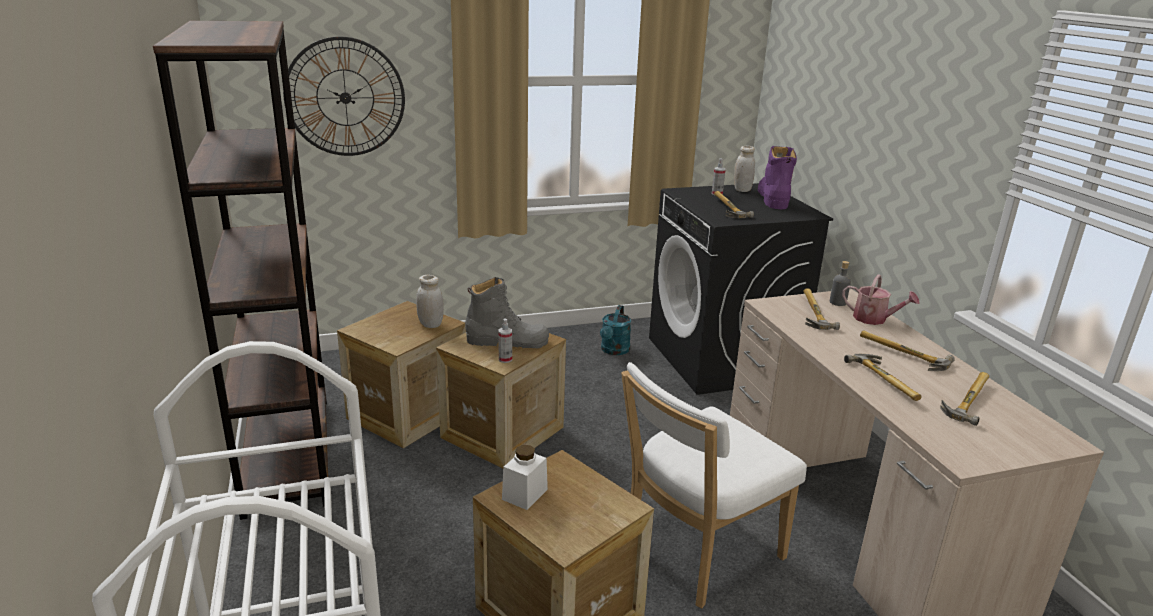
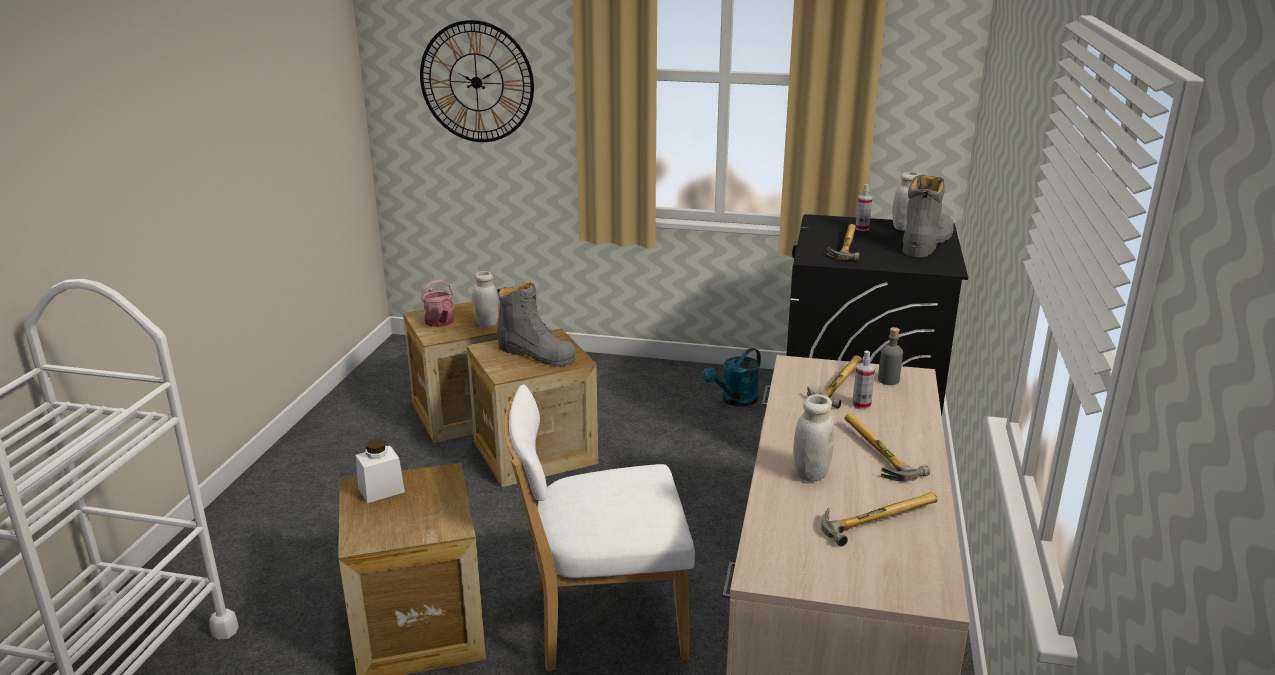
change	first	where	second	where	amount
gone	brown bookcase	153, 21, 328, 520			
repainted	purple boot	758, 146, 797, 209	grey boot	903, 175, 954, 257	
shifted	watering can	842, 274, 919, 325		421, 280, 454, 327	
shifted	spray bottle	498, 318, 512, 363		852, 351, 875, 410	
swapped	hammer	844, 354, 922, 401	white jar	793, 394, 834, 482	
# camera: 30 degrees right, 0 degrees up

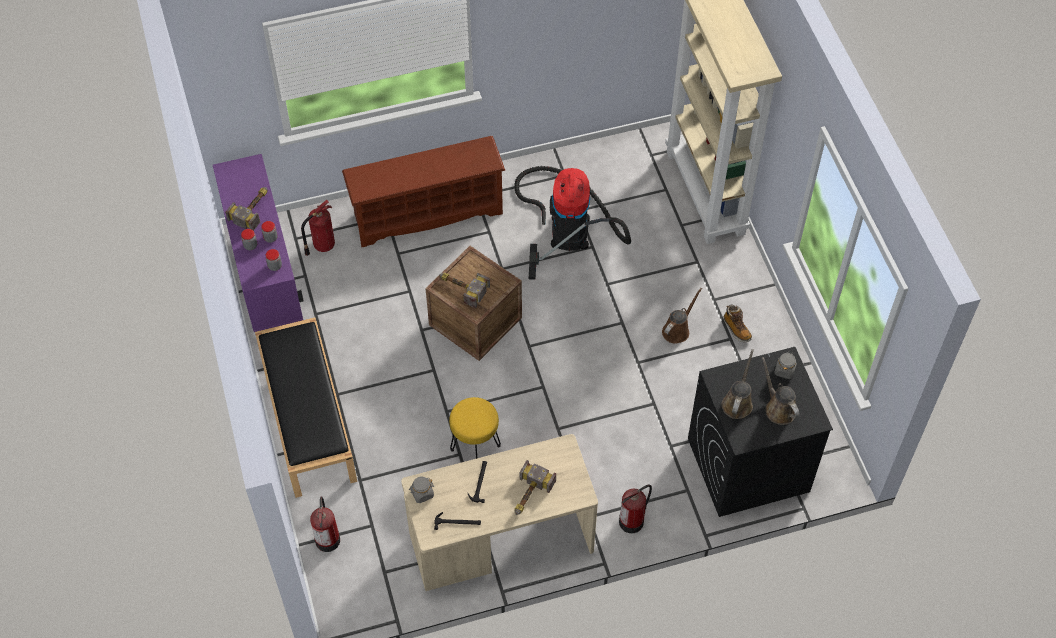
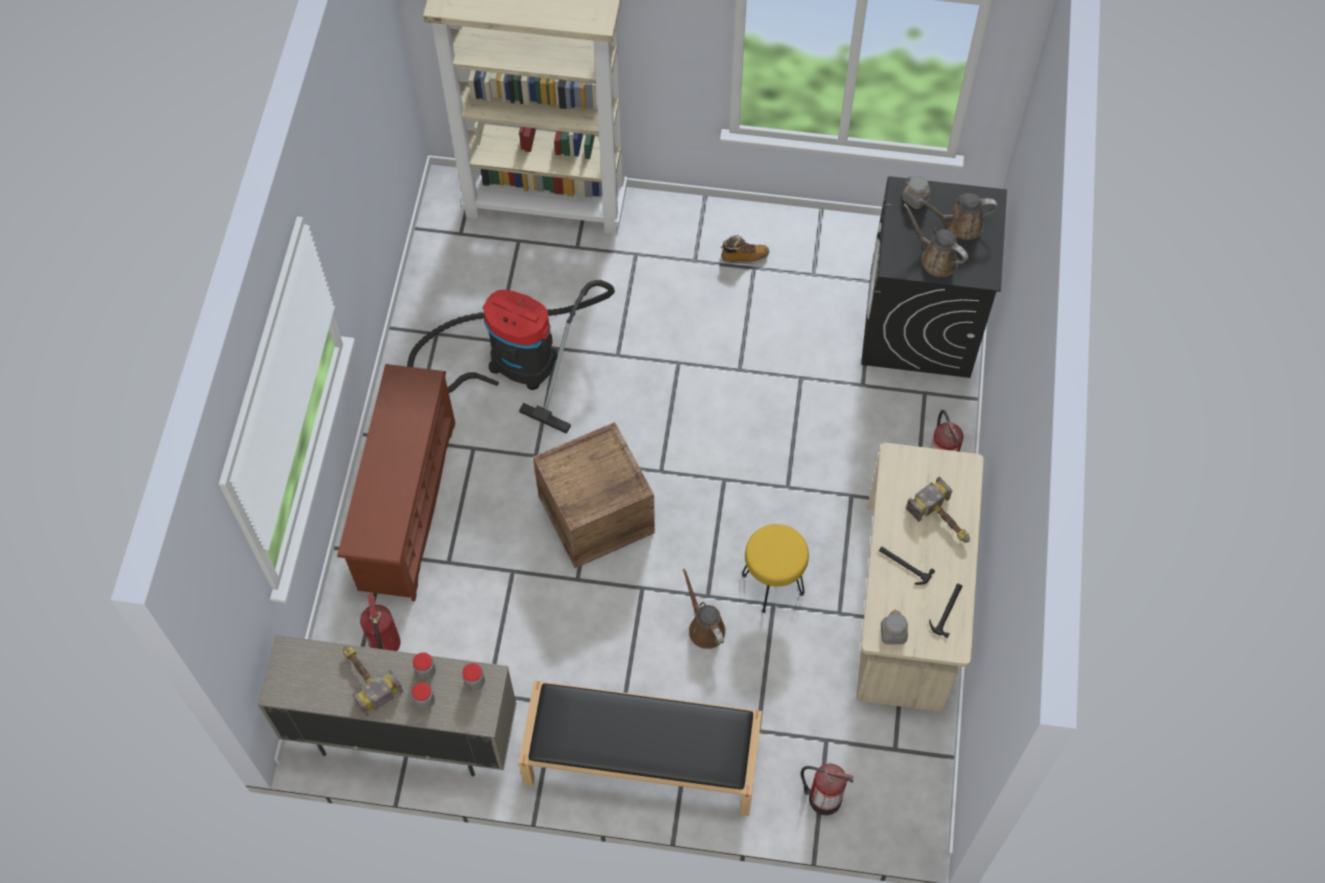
change	first	where	second	where	amount
repainted	purple cabinet	213, 154, 304, 332	beige cabinet	258, 635, 517, 777	
gone	hammer	439, 272, 490, 308			
shifted	brown watering can	662, 288, 702, 344		682, 568, 726, 649	
# camera: 65 degrees left, 5 degrees up

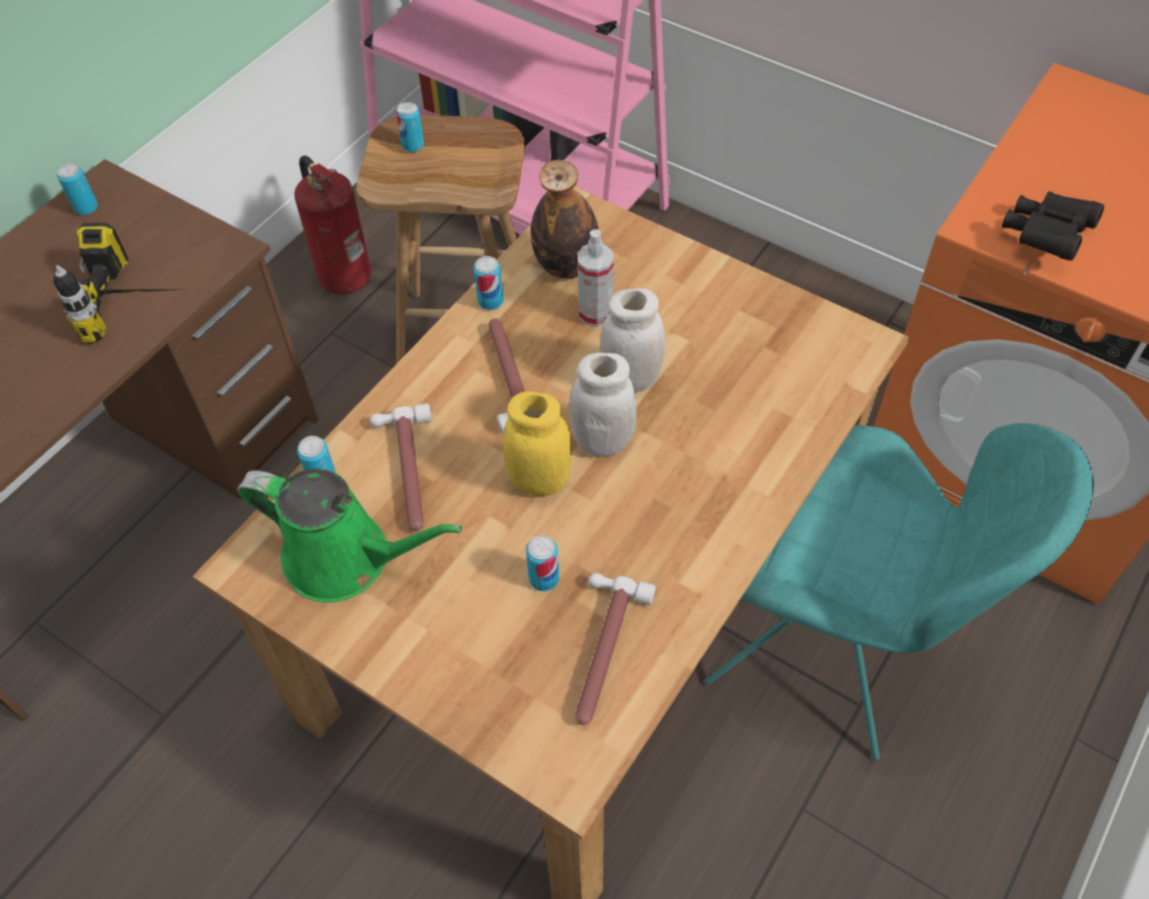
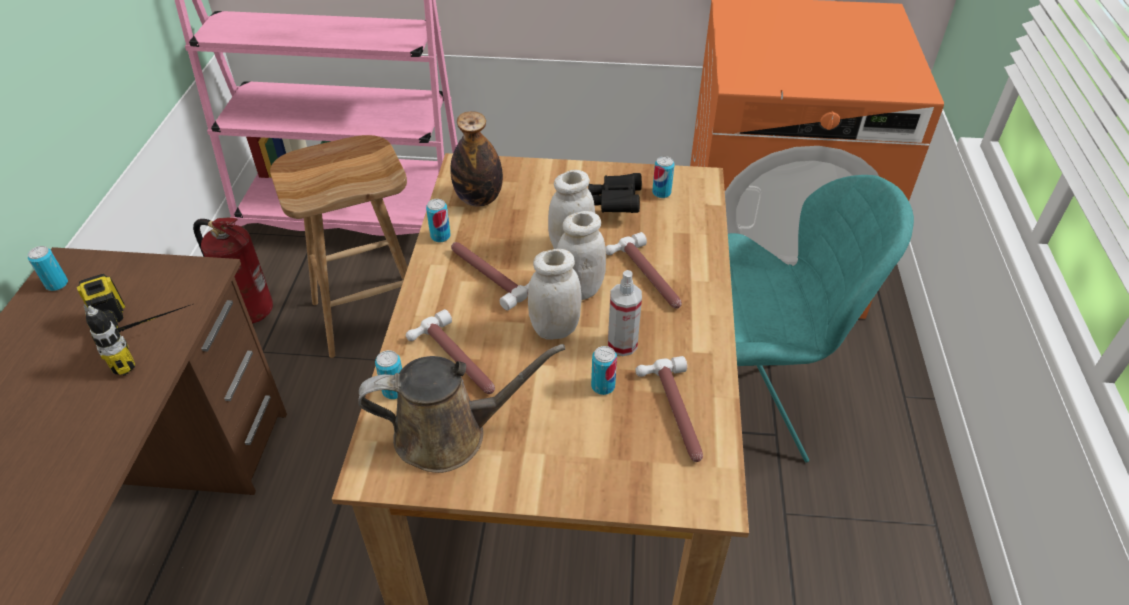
change	first	where	second	where	amount
shifted	can	396, 102, 424, 152		652, 156, 675, 198	
shifted	black binoculars	1002, 191, 1104, 261		588, 173, 642, 213	
shifted	spray bottle	577, 229, 614, 327		608, 270, 642, 356	
repainted	yellow jar	503, 391, 571, 496	white jar	528, 249, 582, 340	
repainted	green watering can	237, 468, 462, 603	brown watering can	358, 344, 565, 473	
new			hammer	606, 232, 682, 309	
# camera: 30 degrees left, 10 degrees down

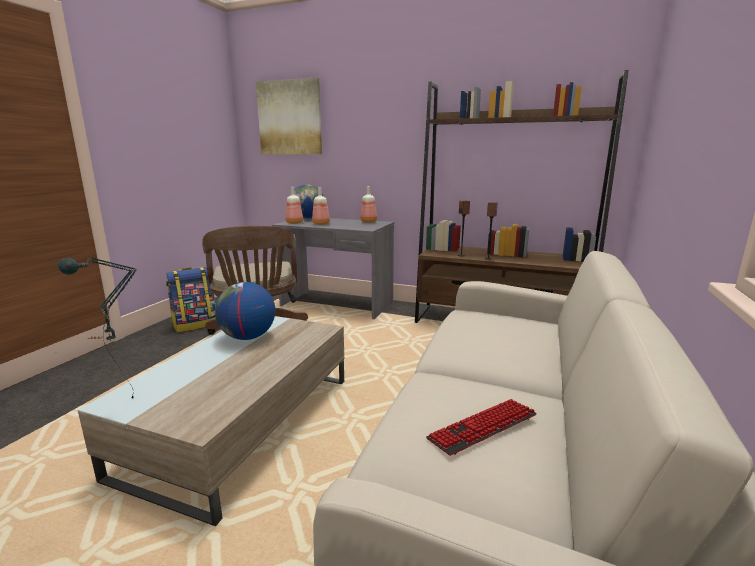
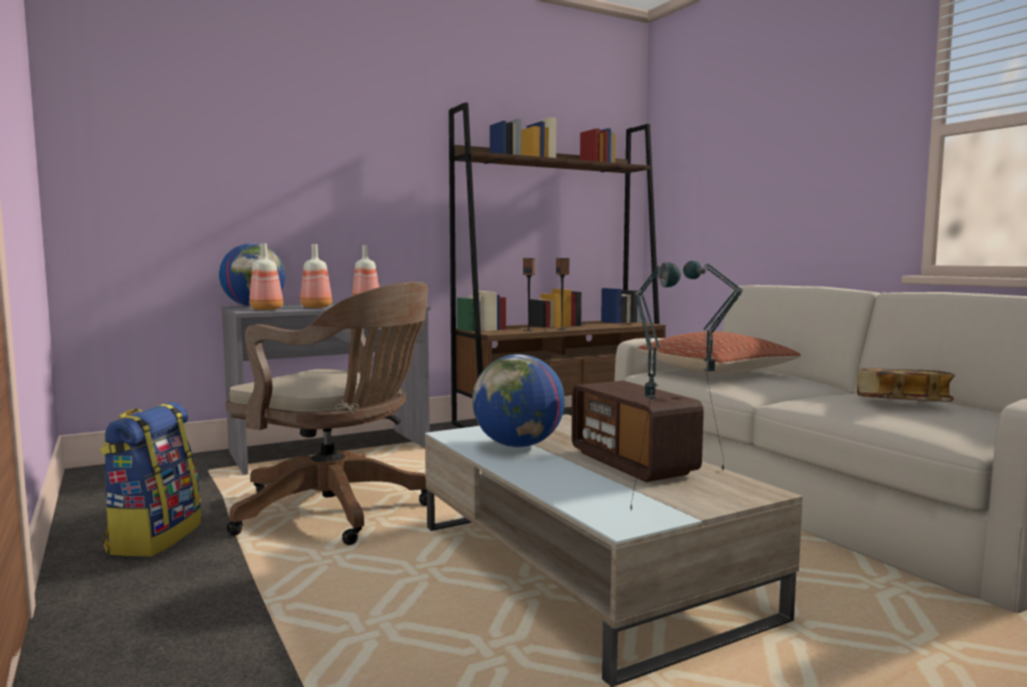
change	first	where	second	where	amount
gone	picture	256, 78, 322, 154			
swapped	keyboard	426, 399, 537, 456	book	857, 368, 955, 402	
new			table lamp	683, 261, 744, 471	
new			pillow	638, 331, 801, 374	
new			radio	571, 381, 704, 482	
# camera: 50 degrees left, 10 degrees down

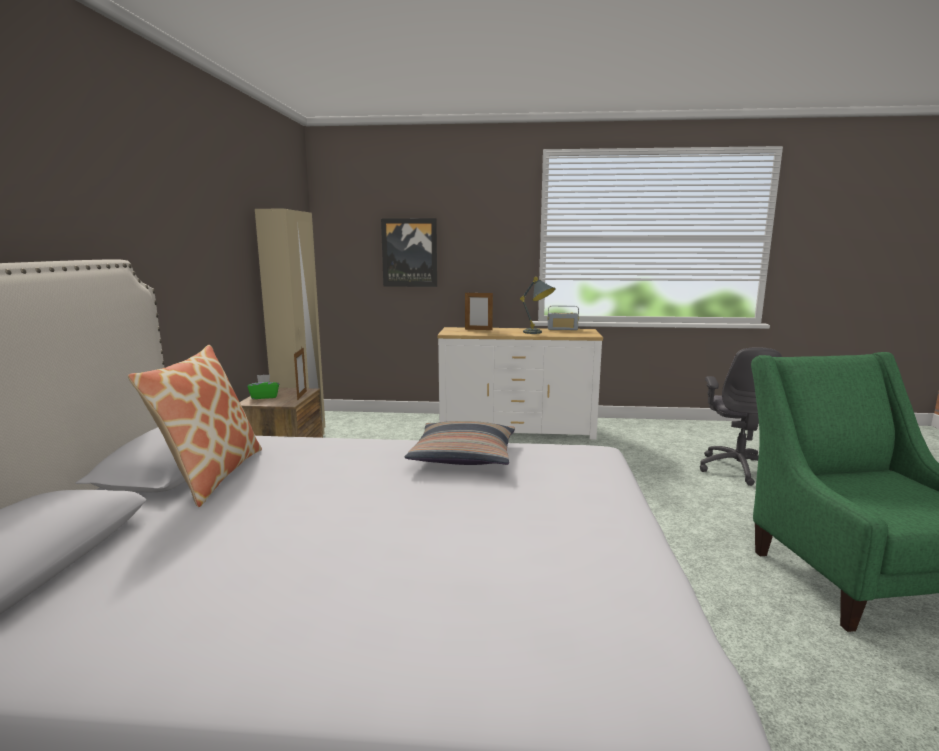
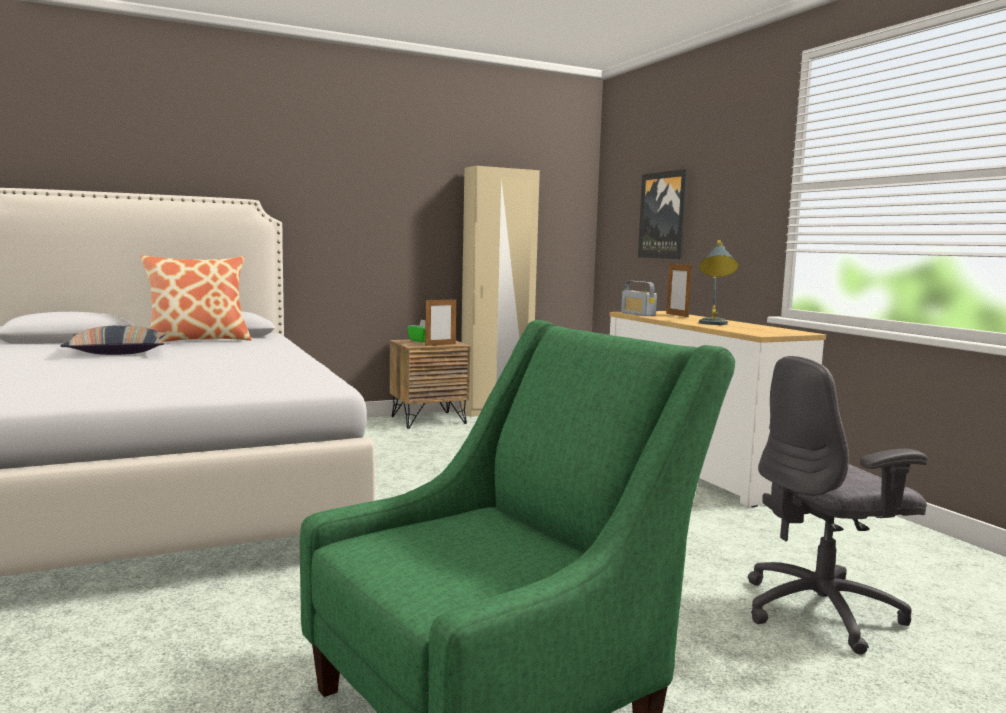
change	first	where	second	where	amount
shifted	radio	547, 306, 579, 330		621, 281, 657, 316	
shifted	pillow	404, 421, 515, 465		60, 325, 166, 355	
# camera: 60 degrees right, 5 degrees down

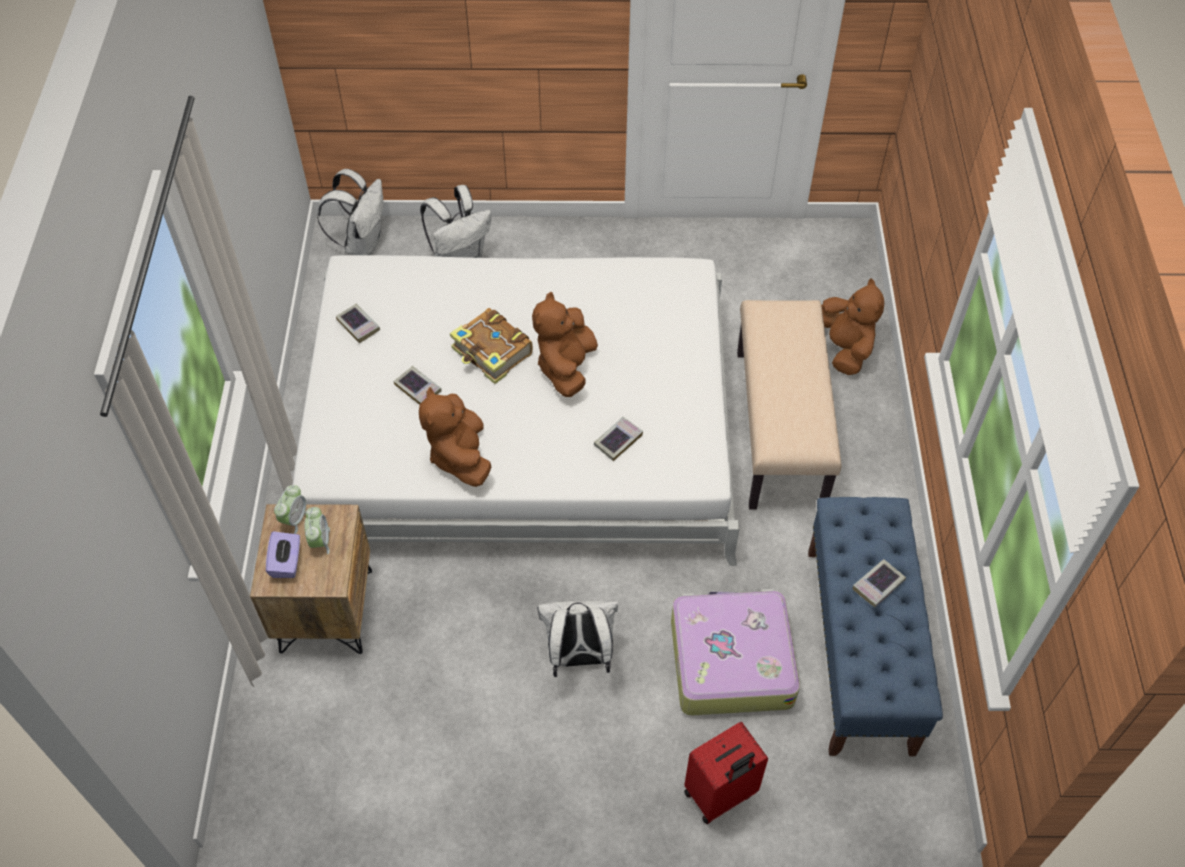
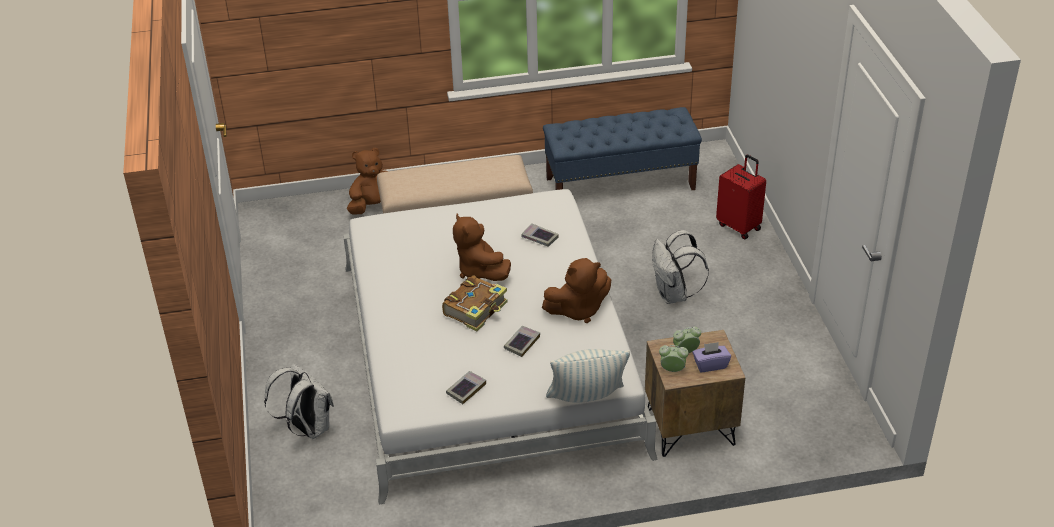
change	first	where	second	where	amount
gone	white backpack	317, 169, 384, 255			
rotated	brown plush toy	532, 292, 598, 397		453, 214, 511, 281	60 degrees clockwise
gone	book	853, 559, 906, 607			
gone	suitcase	671, 589, 800, 715			
new			pillow	546, 349, 630, 403	
# camera: 100 degrees left, 15 degrees down

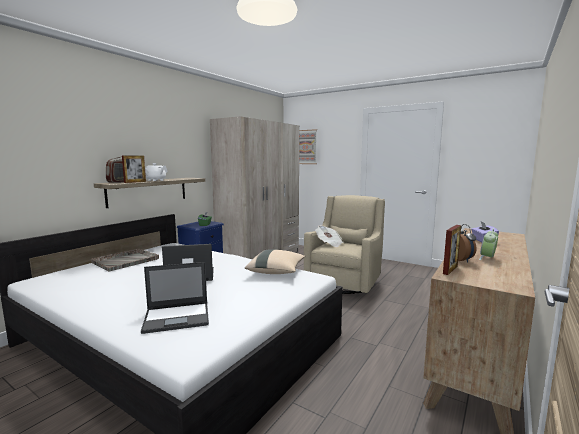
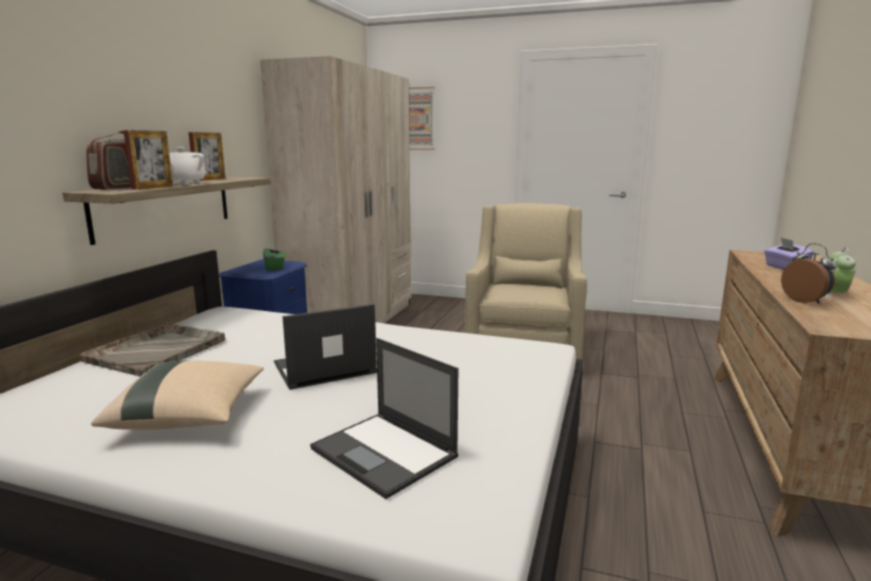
change	first	where	second	where	amount
gone	newspaper	315, 225, 344, 247			
shifted	picture frame	443, 225, 461, 275		188, 132, 226, 181	
shifted	beige pillow	245, 249, 305, 274		91, 361, 264, 430	
rotated	laptop	141, 262, 209, 334		310, 338, 458, 499	75 degrees clockwise
# camera: 15 degrees left, 5 degrees up

